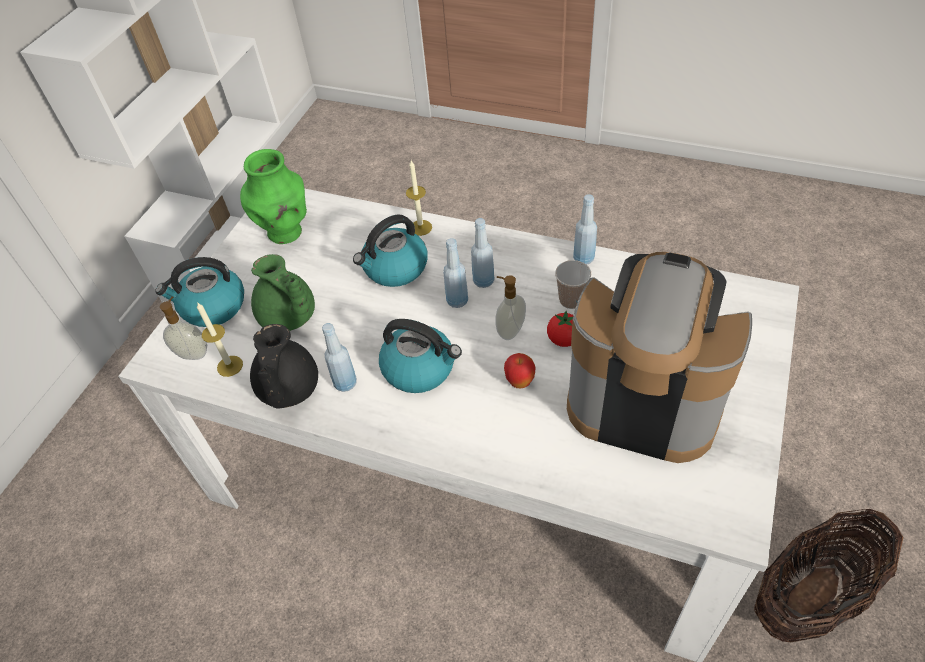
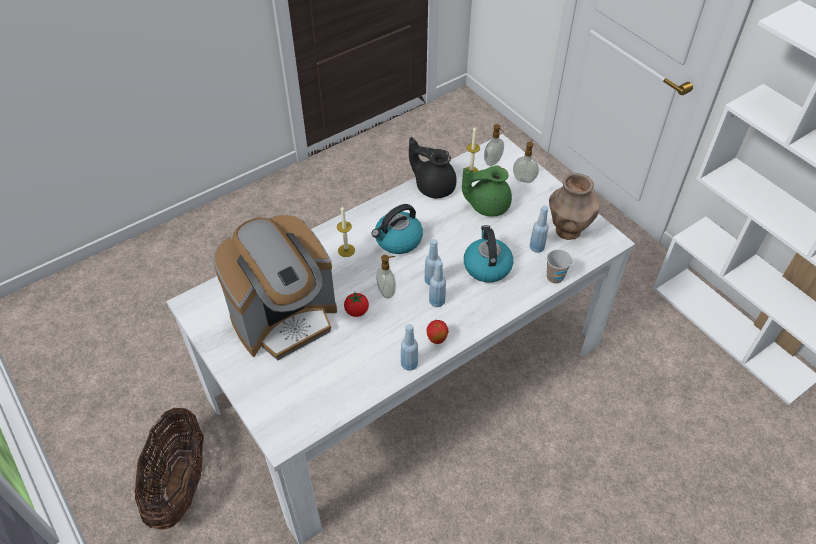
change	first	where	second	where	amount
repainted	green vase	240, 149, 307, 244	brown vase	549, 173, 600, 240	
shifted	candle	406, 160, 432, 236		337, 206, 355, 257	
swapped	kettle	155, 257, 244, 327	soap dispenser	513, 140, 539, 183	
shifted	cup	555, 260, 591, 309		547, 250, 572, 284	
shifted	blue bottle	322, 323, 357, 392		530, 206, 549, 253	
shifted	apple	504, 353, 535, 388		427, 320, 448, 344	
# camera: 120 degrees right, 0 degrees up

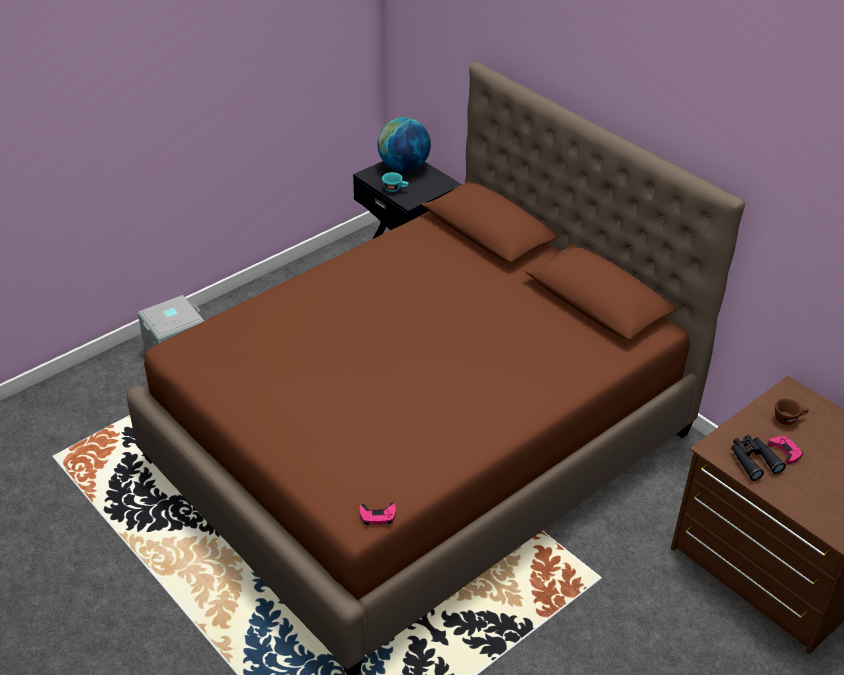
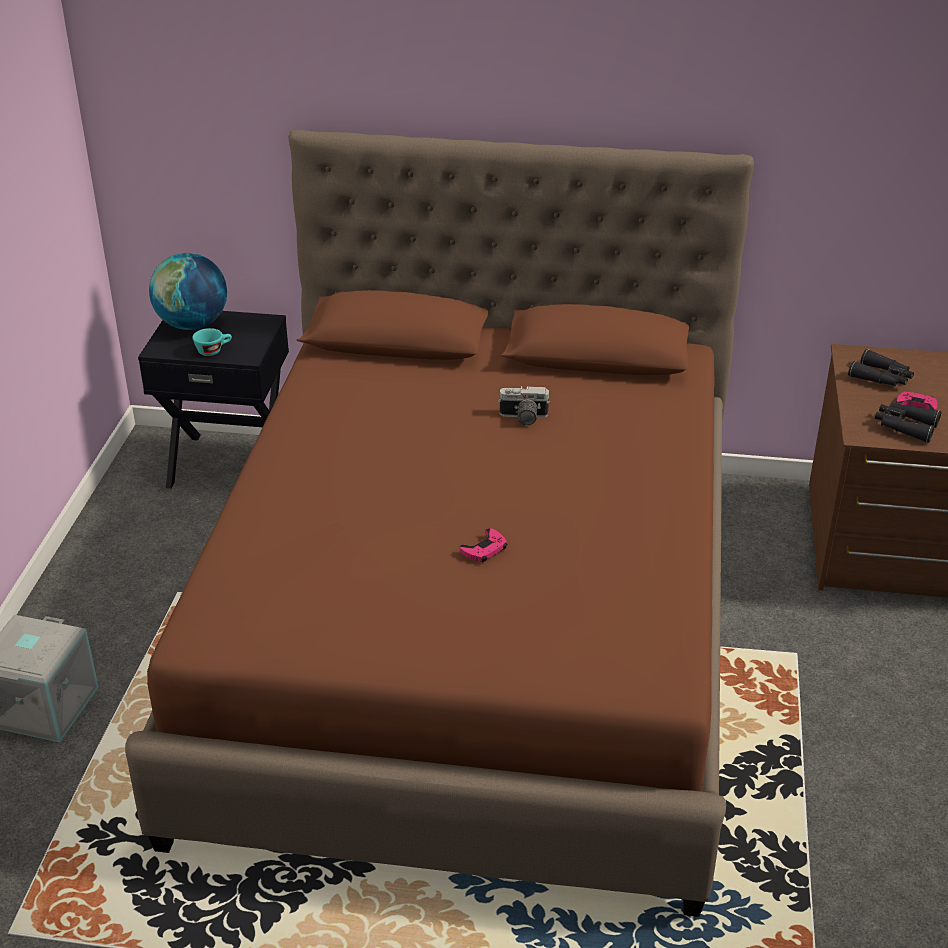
change	first	where	second	where	amount
swapped	brown cup	775, 398, 809, 425	black binoculars	848, 349, 914, 387	
shifted	pink game controller	360, 502, 396, 525		460, 528, 507, 562	
new			photo camera	498, 386, 550, 426	
# camera: 40 degrees left, 5 degrees down

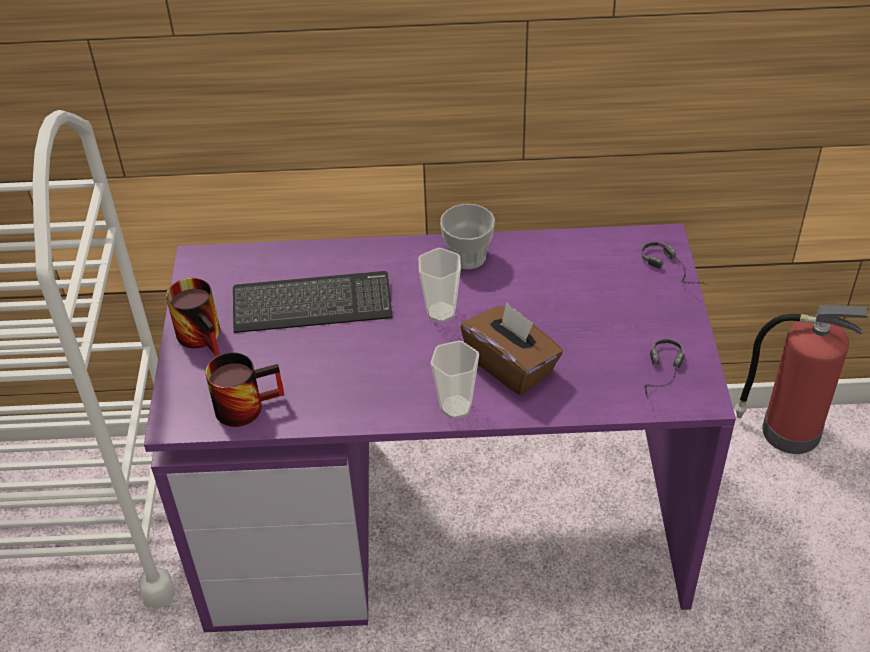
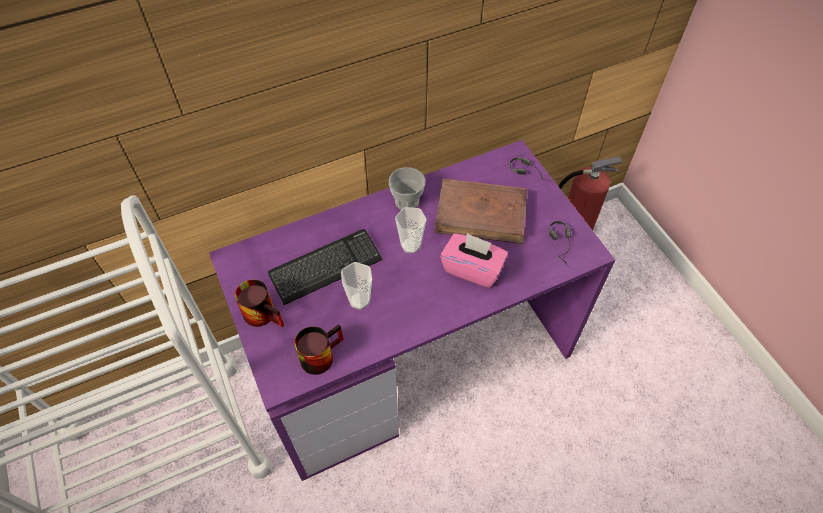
change	first	where	second	where	amount
repainted	brown tissue box	460, 302, 563, 395	pink tissue box	440, 233, 508, 288	
shifted	cup	430, 340, 479, 419		341, 262, 372, 310	
new			brown book	435, 179, 527, 244	
# camera: 25 degrees left, 10 degrees up

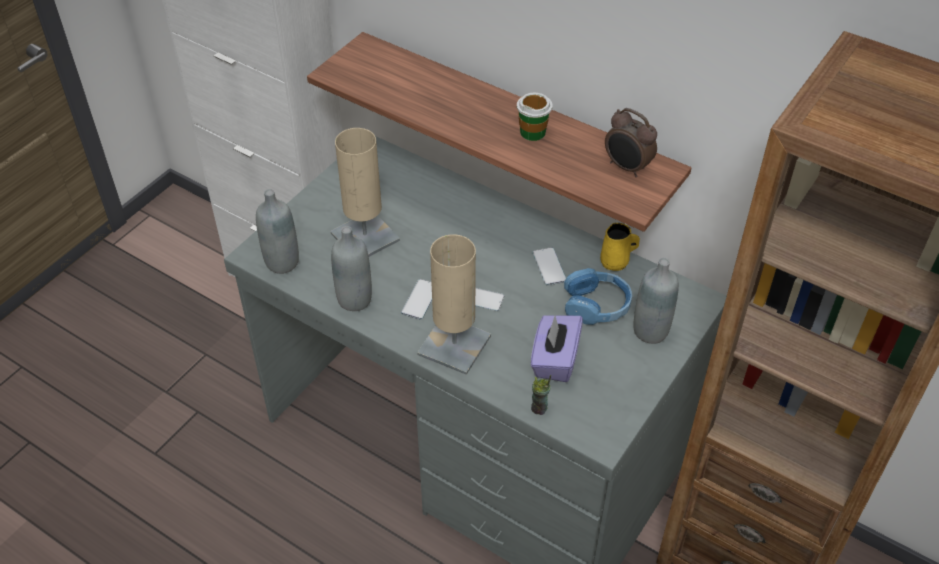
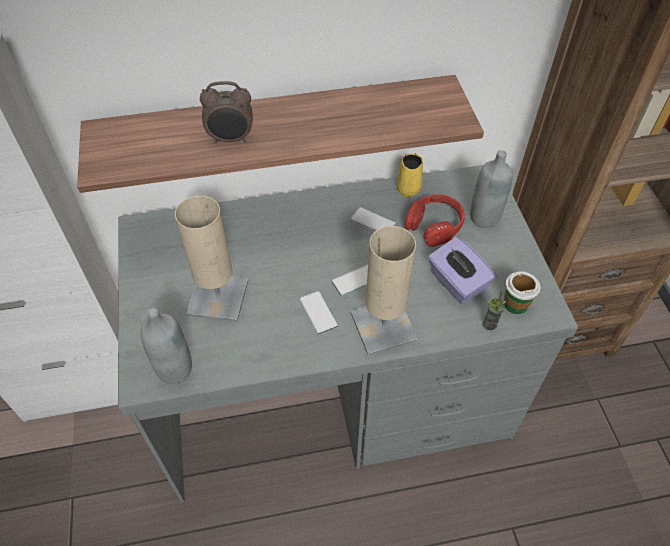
change	first	where	second	where	amount
shifted	cup	517, 93, 553, 141		504, 271, 540, 314	
shifted	alarm clock	605, 108, 657, 177		200, 81, 253, 144	
gone	grey bottle	331, 226, 372, 311			
repainted	blue headphones	564, 268, 633, 325	red headphones	405, 194, 465, 247	
# camera: 45 degrees left, 5 degrees up

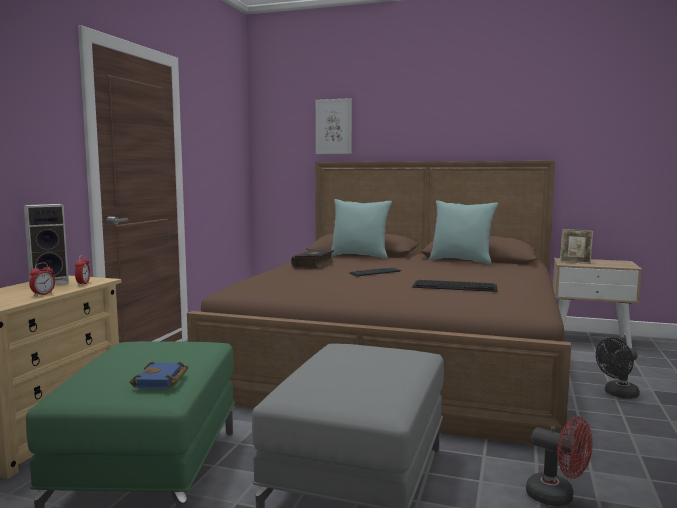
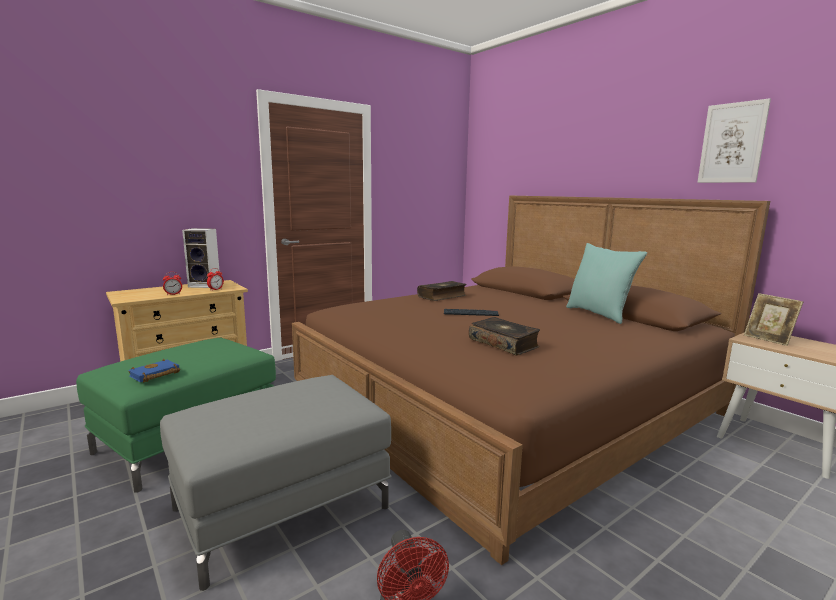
change	first	where	second	where	amount
shifted	picture	316, 98, 352, 154		697, 98, 771, 183	
gone	turquoise pillow	331, 199, 392, 259			
swapped	keyboard	412, 280, 497, 292	book	469, 317, 540, 355	
gone	black fan	596, 337, 640, 399			
# camera: 35 degrees right, 5 degrees up

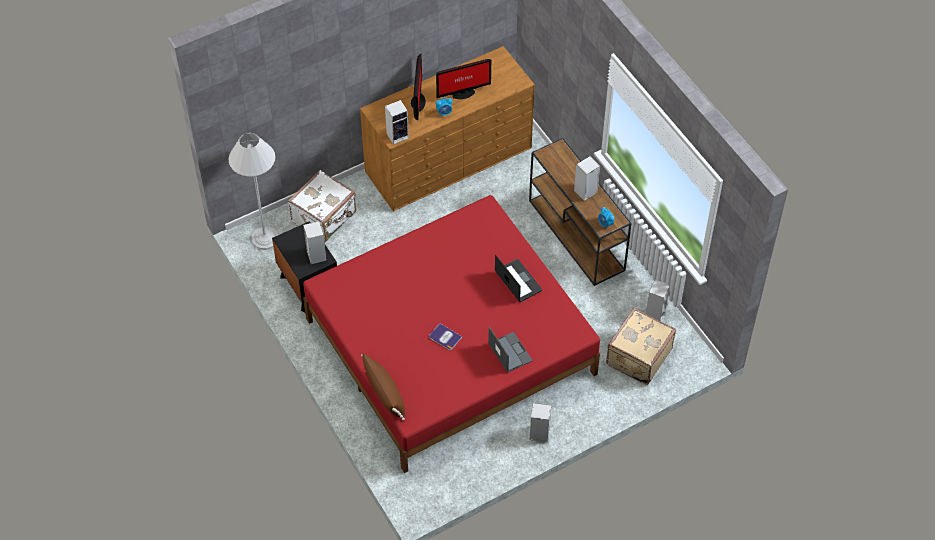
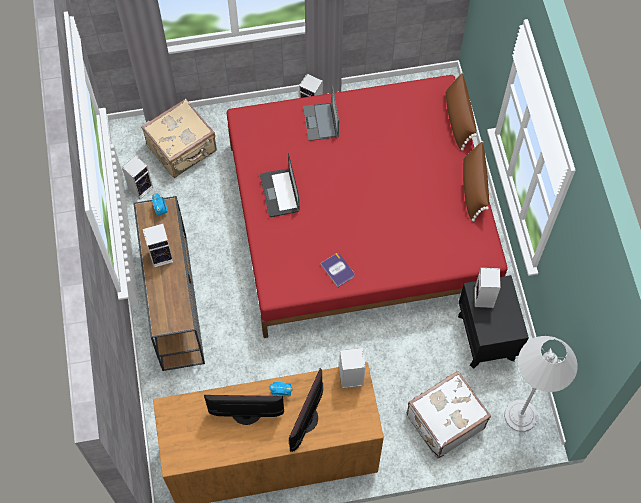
change	first	where	second	where	amount
shifted	book	429, 323, 462, 350		320, 253, 355, 287	
new			brown pillow	463, 141, 489, 222	
# camera: 160 degrees left, 10 degrees up

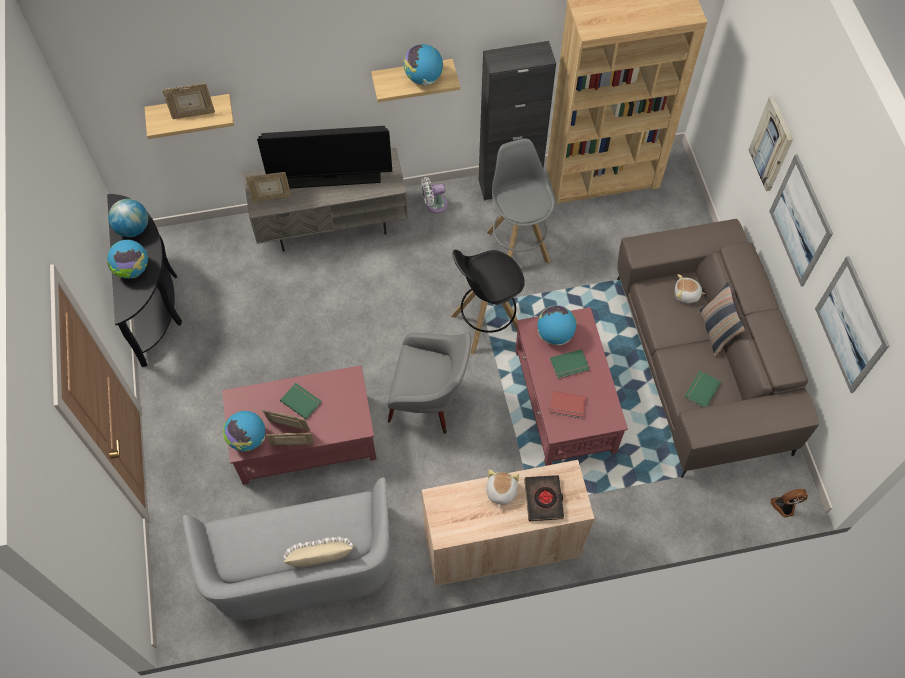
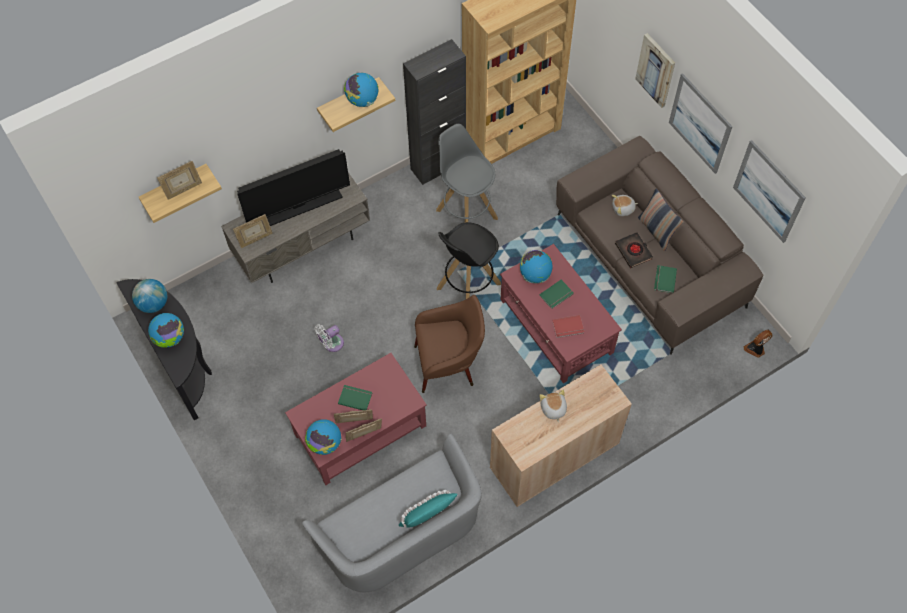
change	first	where	second	where	amount
shifted	white fan	421, 177, 448, 213		315, 324, 344, 352	
repainted	grey armchair	387, 332, 471, 434	brown armchair	414, 295, 485, 393	
shifted	black book	525, 475, 564, 521		615, 233, 653, 268	
repainted	beige pillow	283, 537, 355, 567	turquoise pillow	399, 490, 457, 527	
# camera: 20 degrees left, 0 degrees up

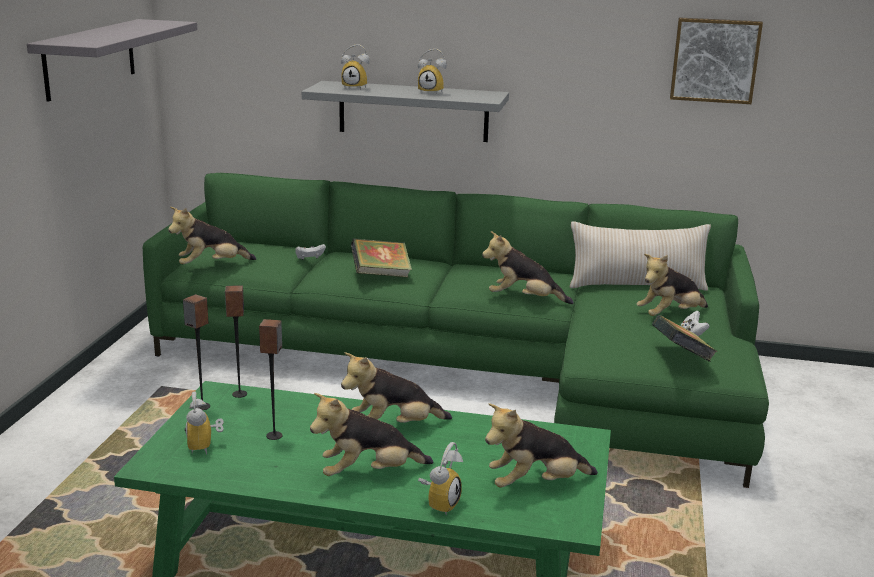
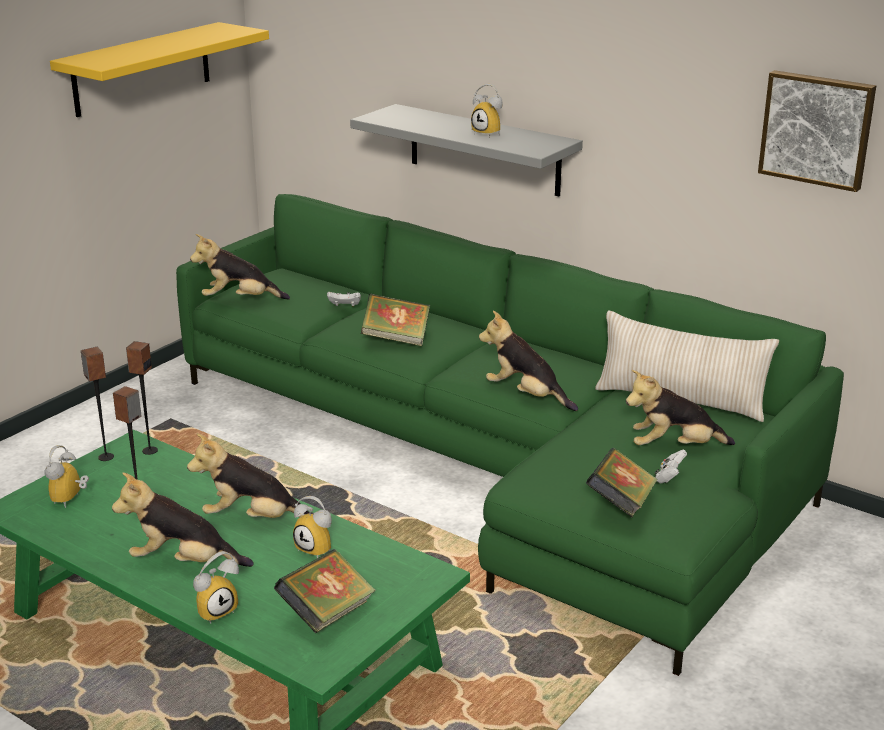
change	first	where	second	where	amount
repainted	grey shelf	27, 19, 197, 102	yellow shelf	50, 22, 269, 117	
shifted	alarm clock	341, 44, 370, 90		293, 496, 332, 558	
swapped	plush toy	485, 403, 598, 488	book	274, 549, 376, 633	
# camera: 25 degrees right, 5 degrees up

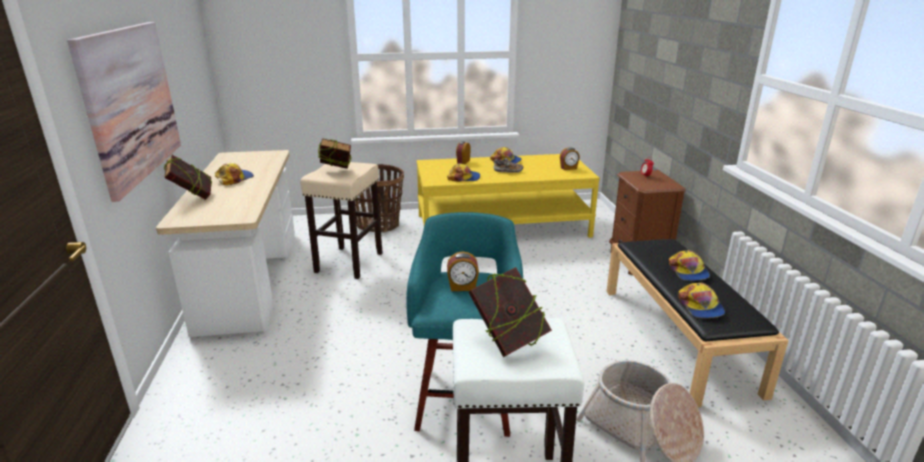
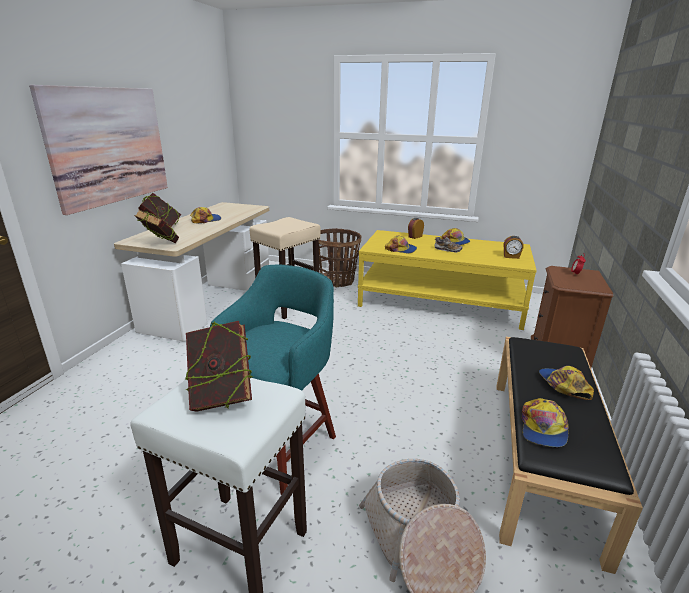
change	first	where	second	where	amount
shifted	book	318, 138, 352, 169		134, 209, 179, 243	
rotated	cap	669, 250, 710, 281		539, 366, 594, 400	150 degrees clockwise
gone	alarm clock	447, 251, 479, 291			
# camera: 25 degrees right, 0 degrees up

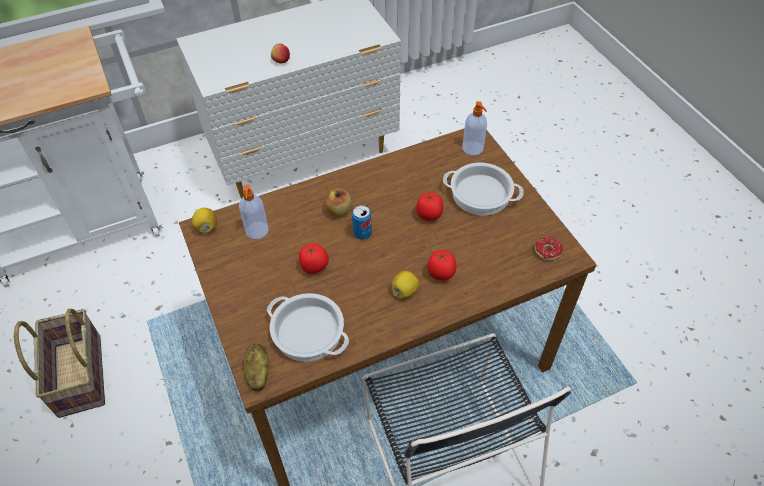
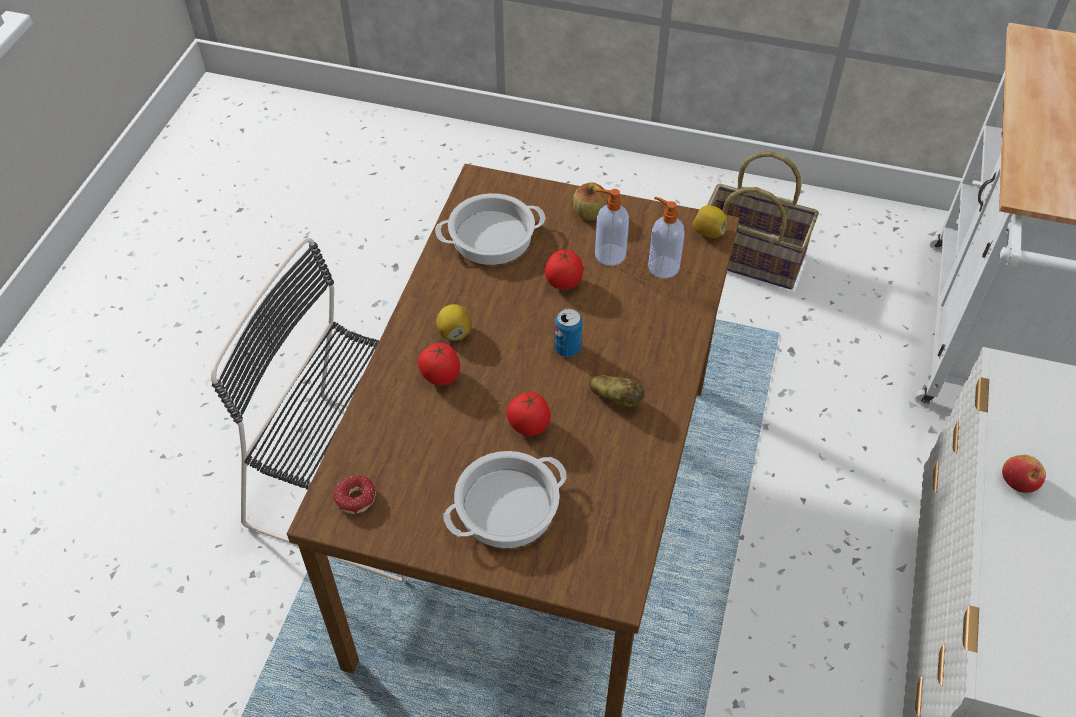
change	first	where	second	where	amount
shifted	soap dispenser	463, 101, 487, 155		595, 189, 629, 266	
shifted	apple	325, 188, 351, 217		573, 182, 608, 221	
shifted	potato	244, 344, 268, 392		590, 375, 645, 409	
# camera: 130 degrees right, 0 degrees up

